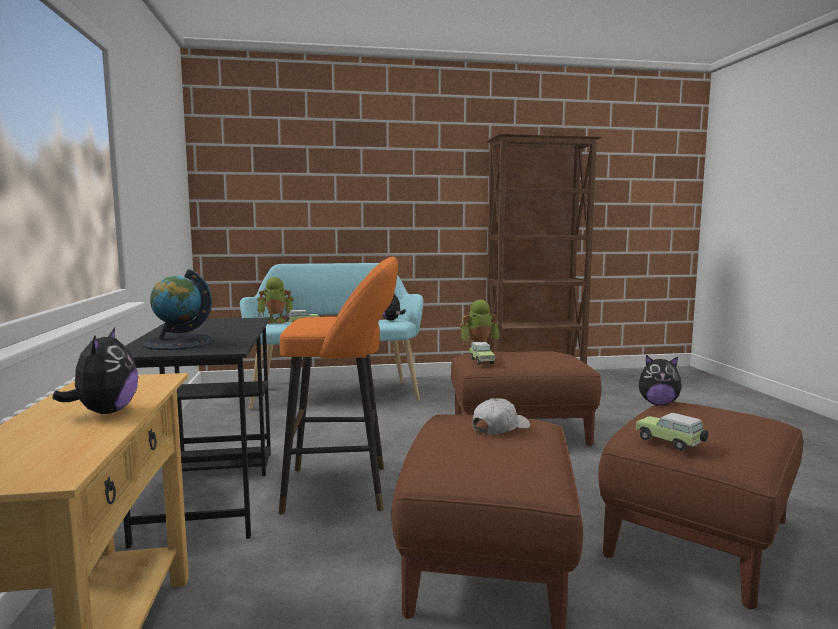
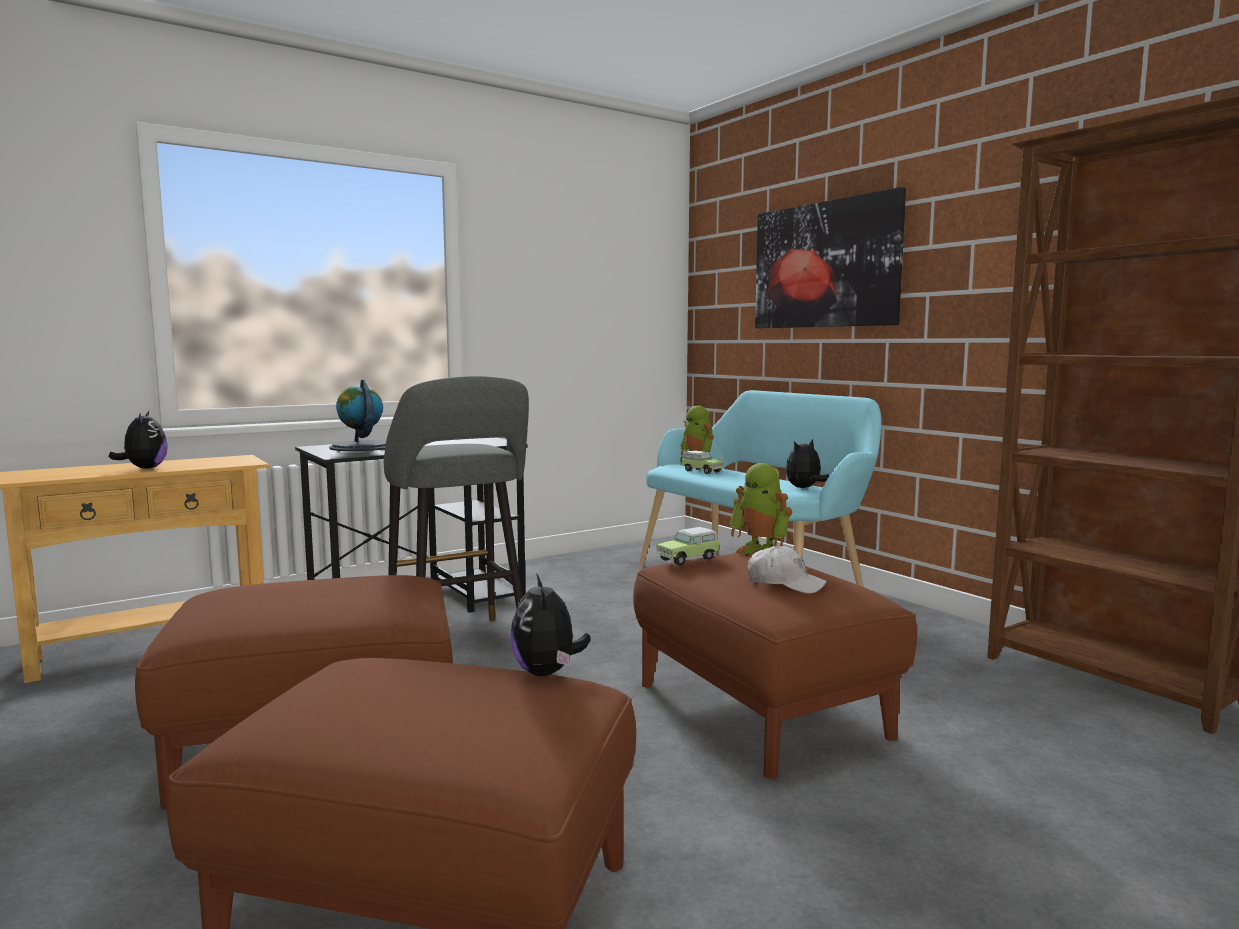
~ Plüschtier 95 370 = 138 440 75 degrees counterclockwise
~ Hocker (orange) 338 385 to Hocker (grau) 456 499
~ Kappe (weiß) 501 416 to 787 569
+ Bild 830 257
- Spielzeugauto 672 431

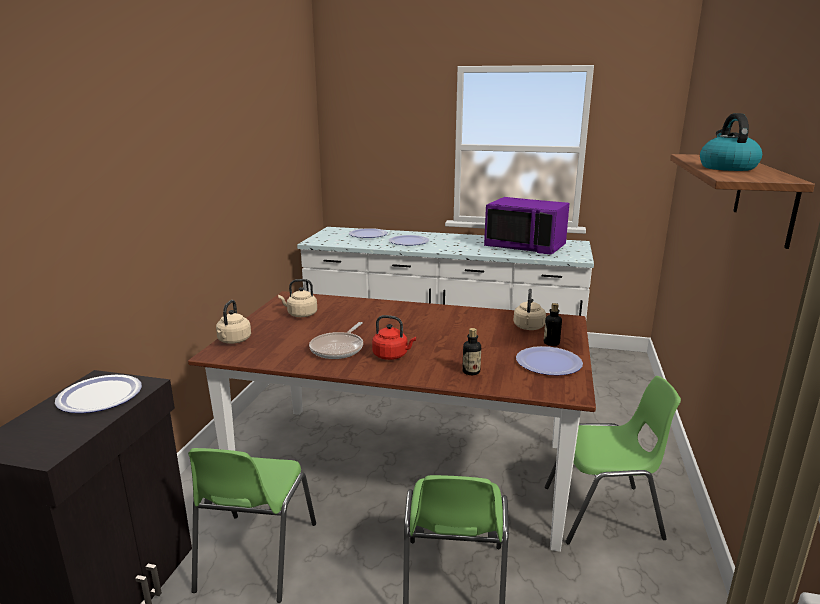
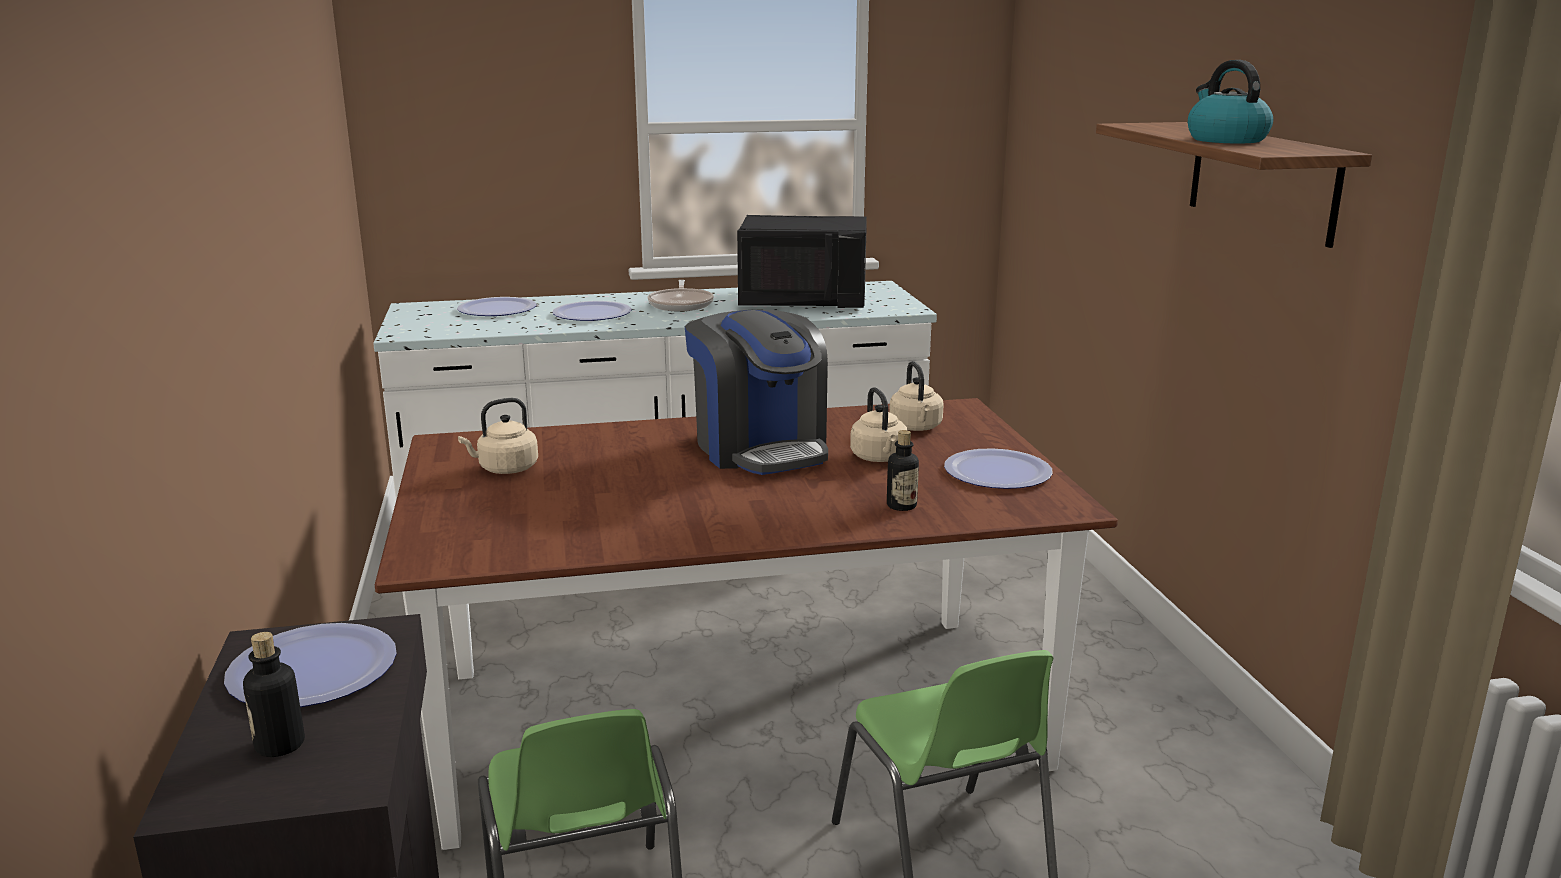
~ Flasche 553 324 to 274 694
~ Pfanne 336 340 to 681 295
+ Kaffeemaschine 756 392
~ Mikrowelle (lila) 527 226 to Mikrowelle (schwarz) 802 261
~ Wasserkessel (beige) 233 322 to 879 424
- Wasserkessel (rot) 394 337
- Stuhl (grün) 613 460

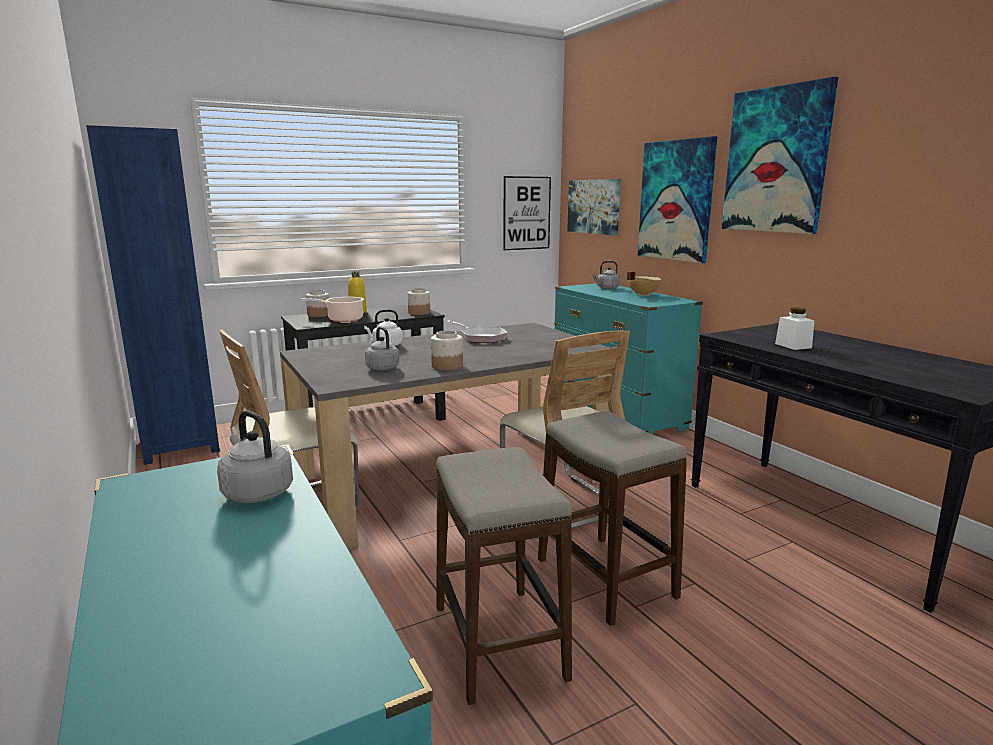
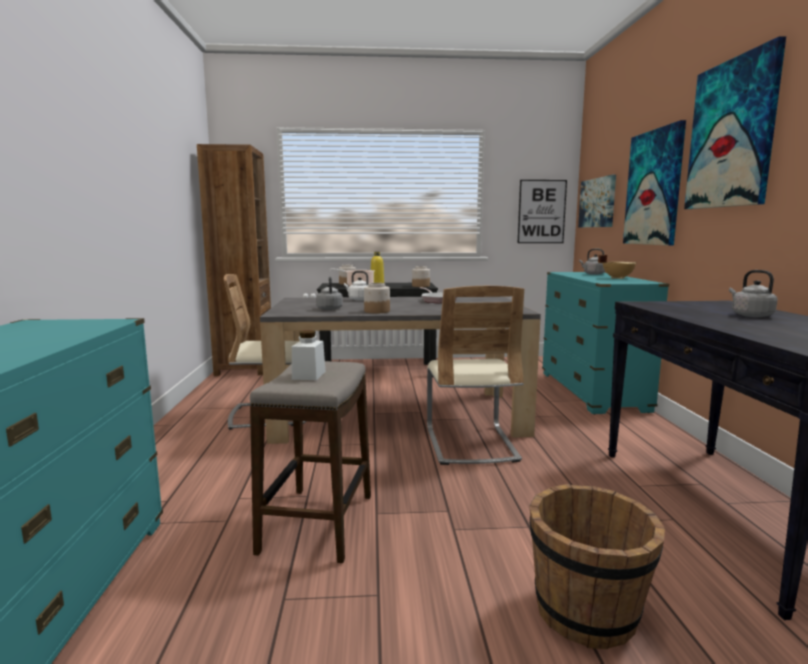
~ Bücherregal (blau) 153 295 to Bücherregal (braun) 234 260
~ Vorratsglas (weiß) 794 329 to 309 355
+ Eimer (braun) 597 566
~ Wasserkessel (grau) 255 456 to 753 293
- Hocker 612 518

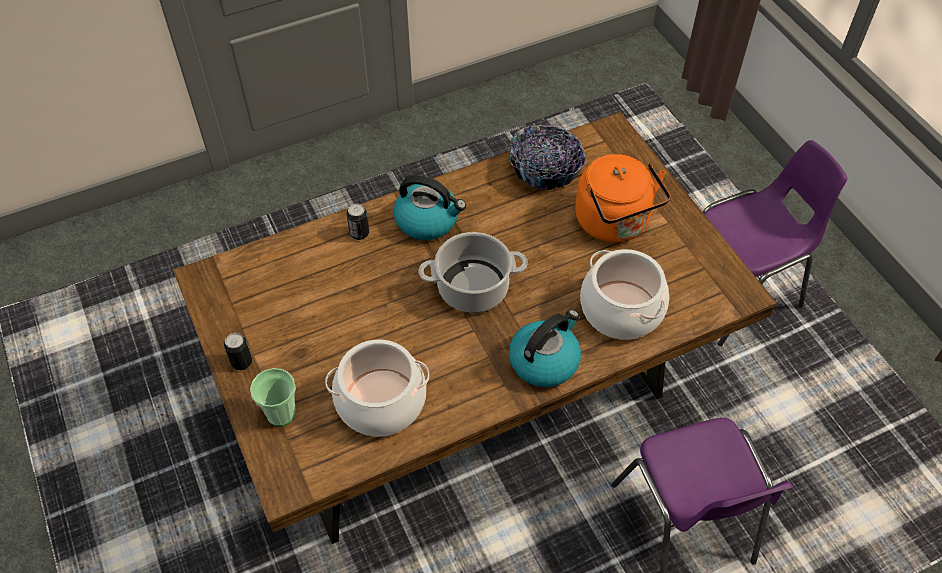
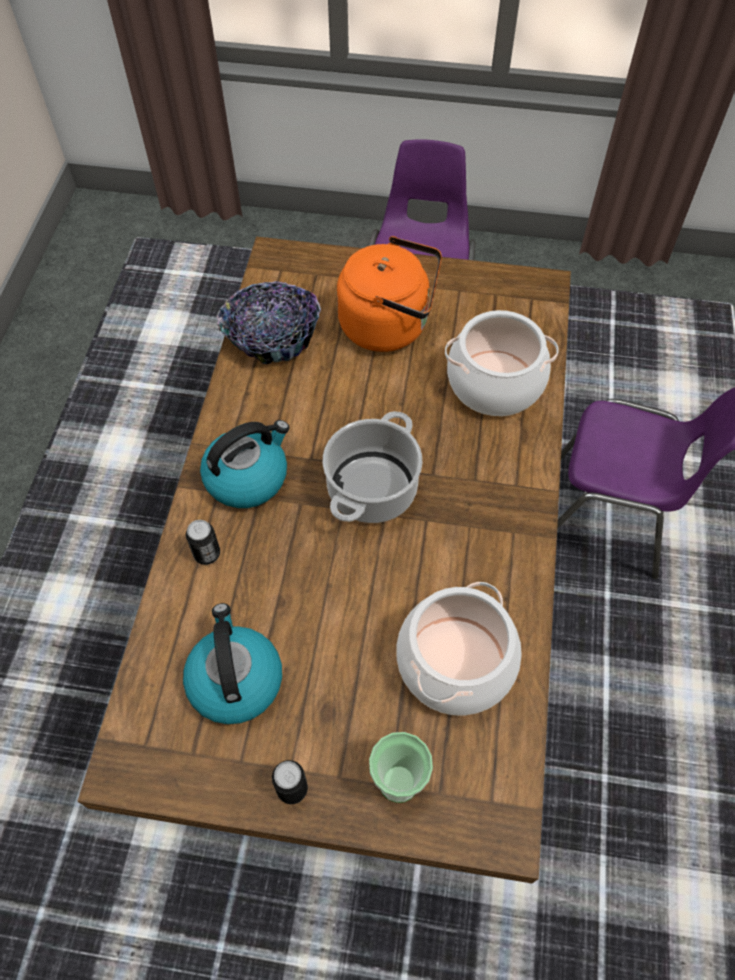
~ Wasserkessel 545 348 to 232 663

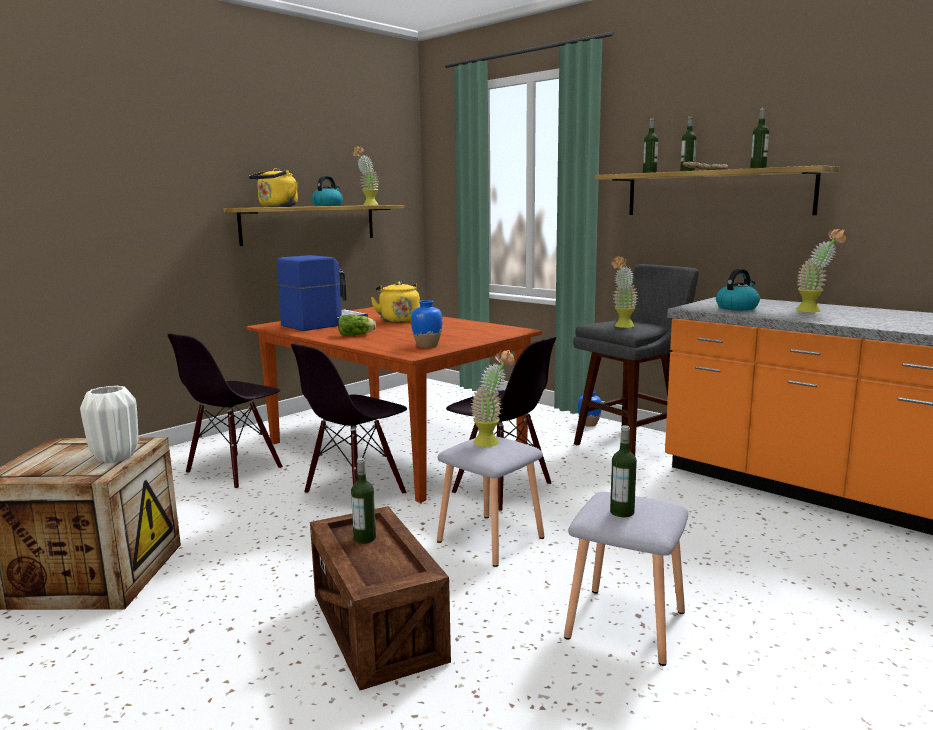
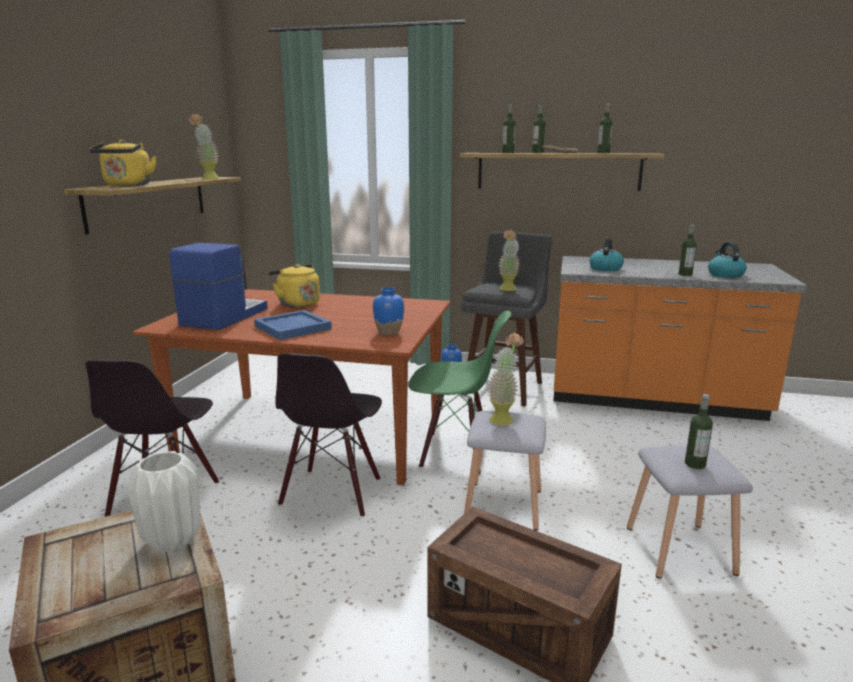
~ Salatkopf 357 325 to Tablett (blau) 293 325
~ Stuhl (schwarz) 501 424 to Stuhl (grün) 460 393
~ Flasche 363 501 to 687 250
~ Wasserkessel 327 191 to 727 260
- Topfpflanze 821 271

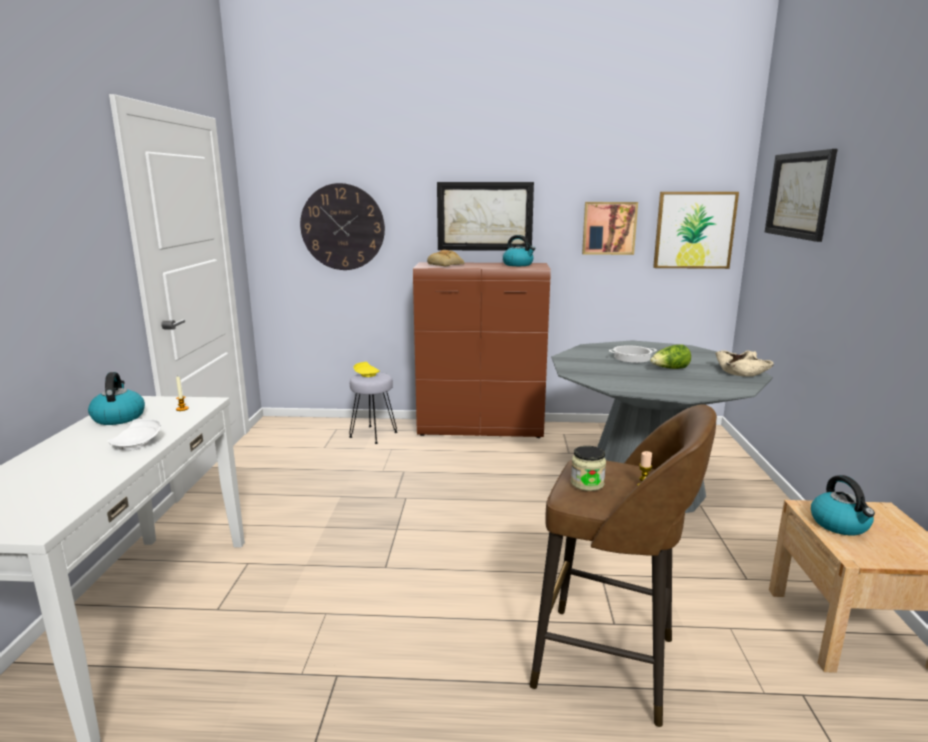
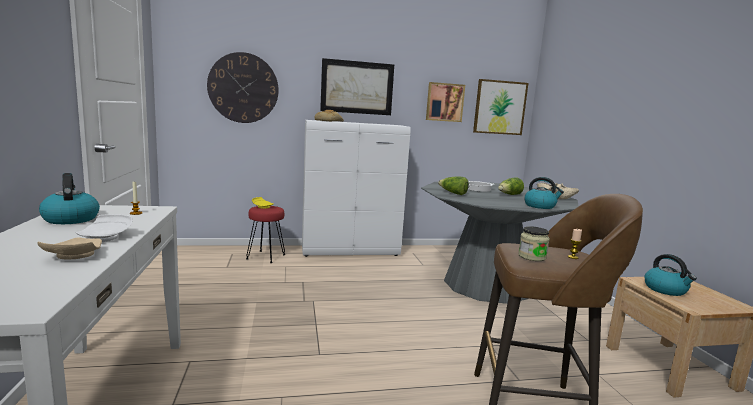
+ Teller (beige) 69 249
~ Hocker (grau) 373 408 to Hocker (rot) 265 234
~ Schrank (braun) 482 350 to Schrank (weiß) 356 188
+ Salatkopf 453 185
~ Wasserkessel 519 250 to 544 193
- Bild 801 195

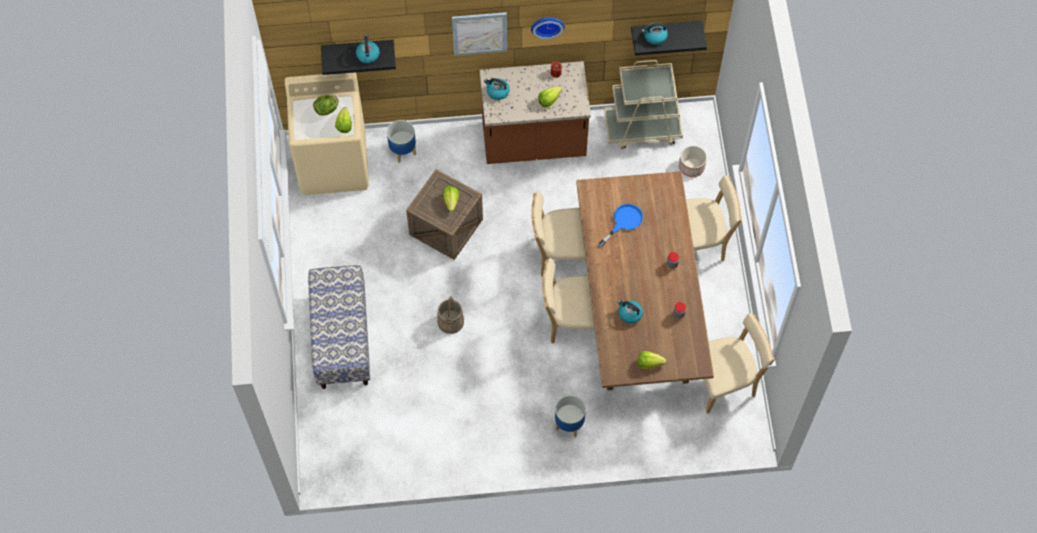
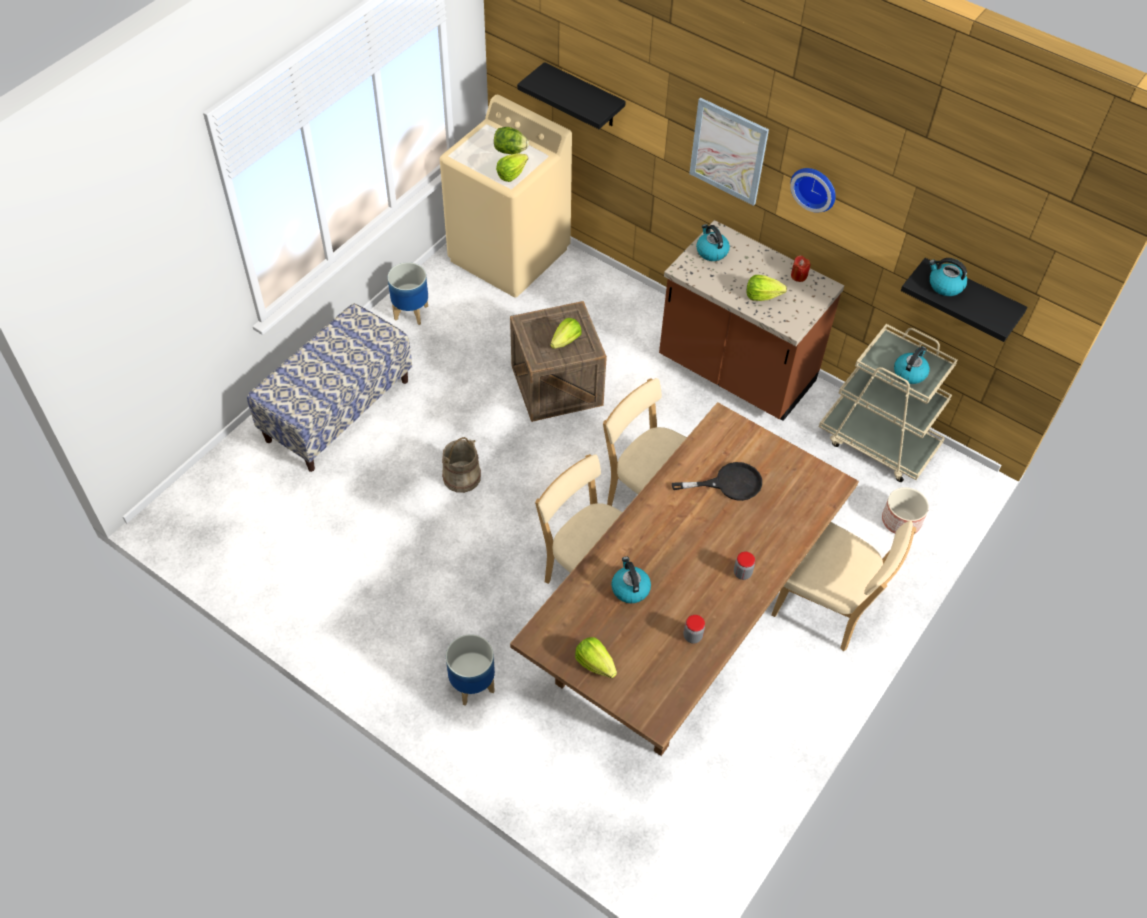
~ Pflanzkübel 401 141 to 408 293
~ Pfanne (blau) 620 225 to Pfanne (schwarz) 717 481
~ Wasserkessel 368 49 to 912 365
- Stuhl (beige) 739 363

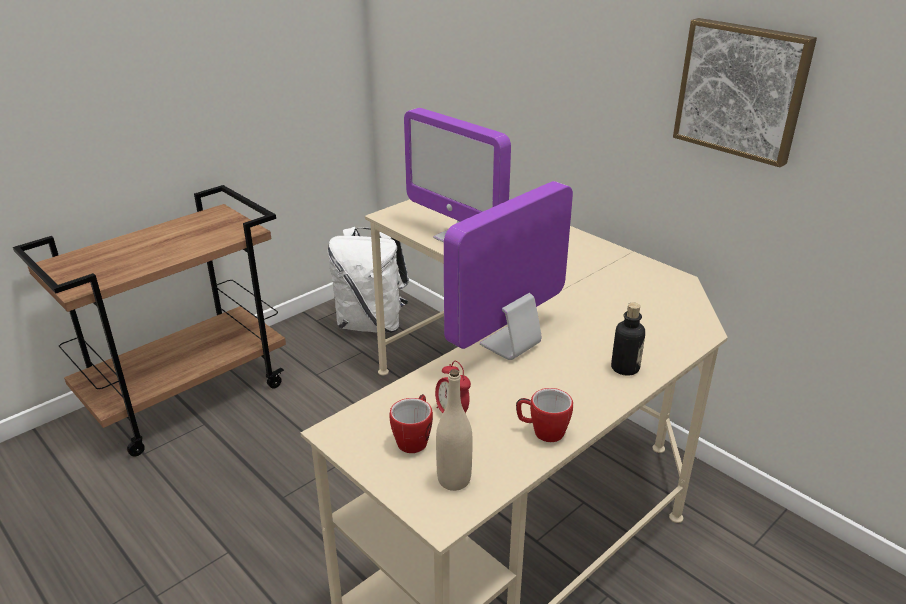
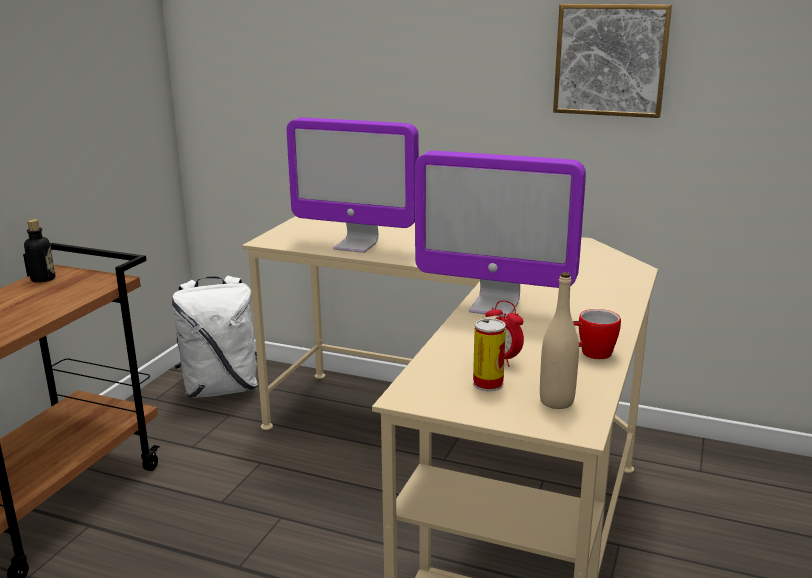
~ Flasche 628 339 to 39 251
~ Monitor 508 270 = 500 234 90 degrees counterclockwise
~ Henkelbecher 411 423 to Dose 489 354

